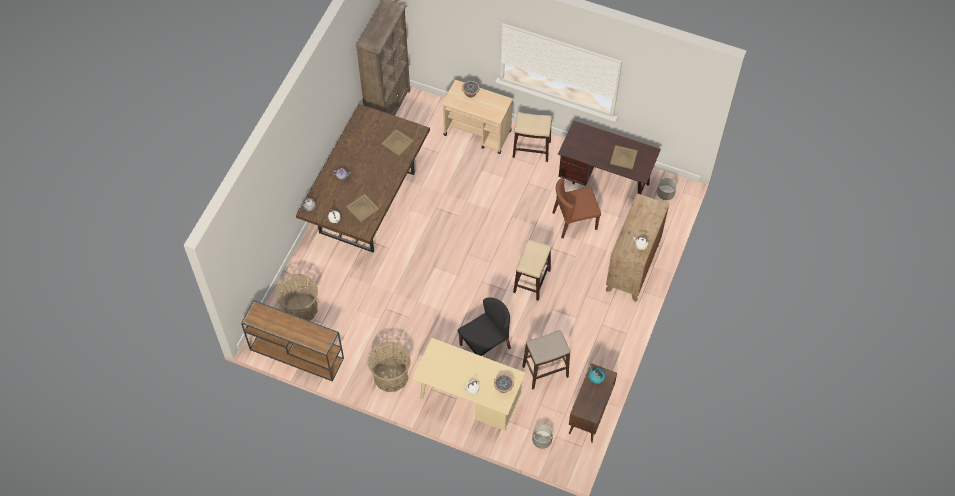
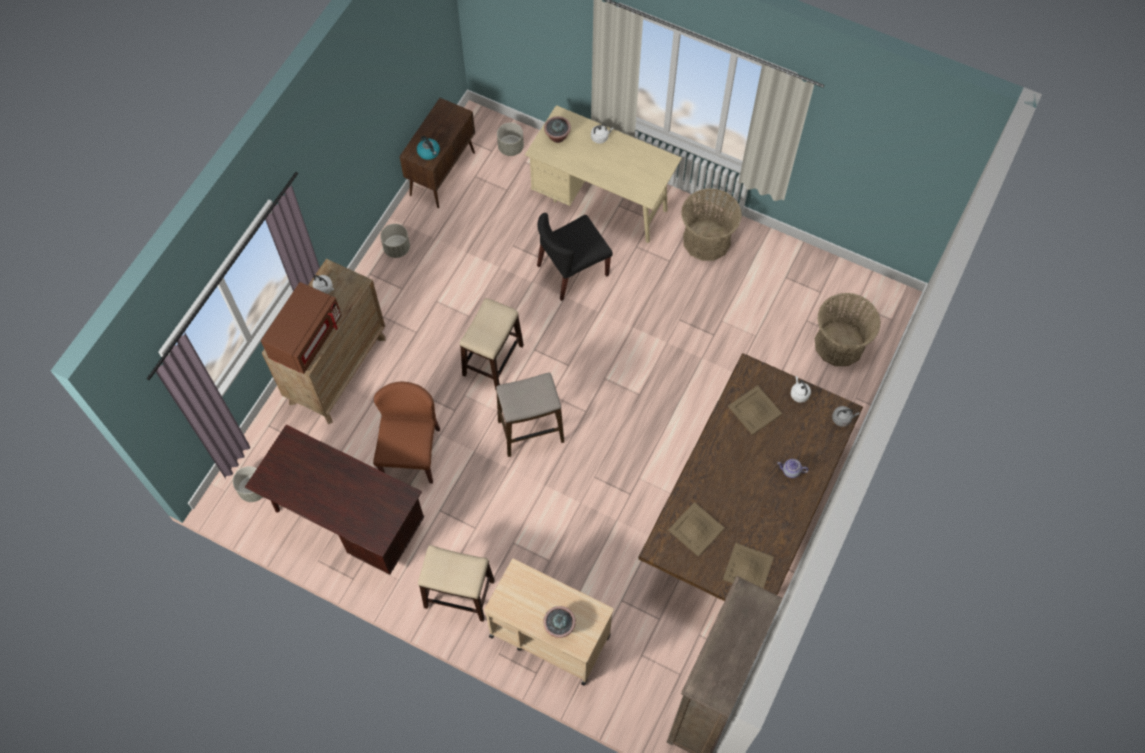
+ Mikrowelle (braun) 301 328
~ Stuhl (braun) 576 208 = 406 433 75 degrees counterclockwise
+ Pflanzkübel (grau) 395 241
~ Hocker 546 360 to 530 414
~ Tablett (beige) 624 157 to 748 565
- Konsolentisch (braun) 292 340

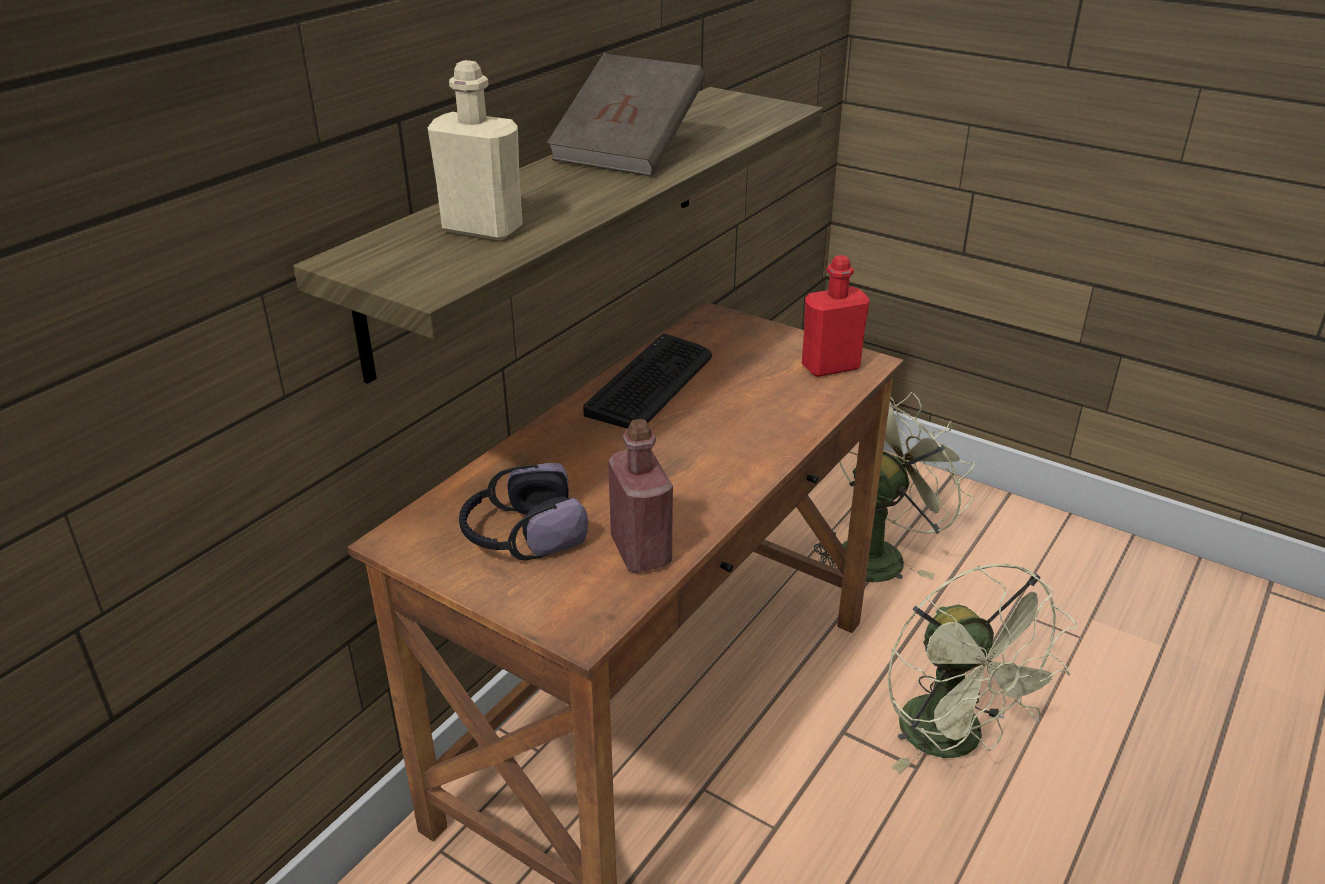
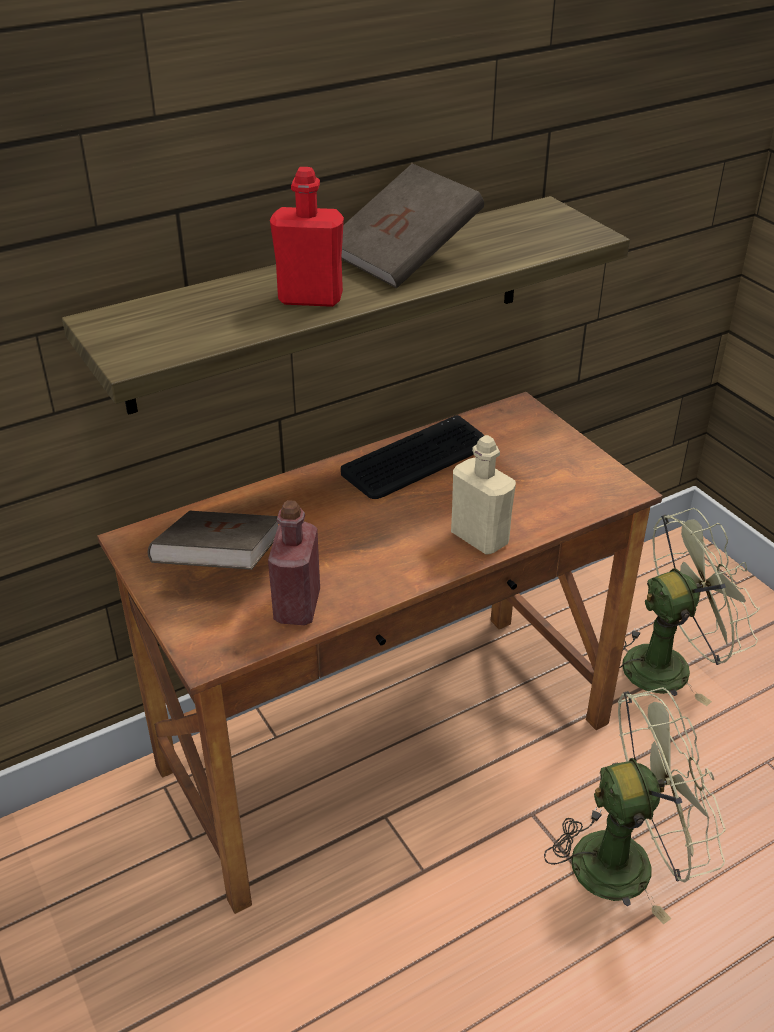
~ Kopfhörer 523 512 to Buch (braun) 213 540
~ Flasche (rot) 836 316 to 307 237
~ Flasche (beige) 475 150 to 483 495
~ Ventilator (grün) 982 668 = 635 805 105 degrees counterclockwise

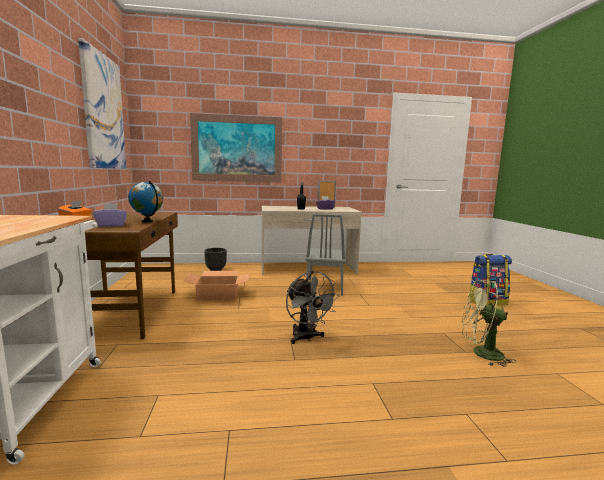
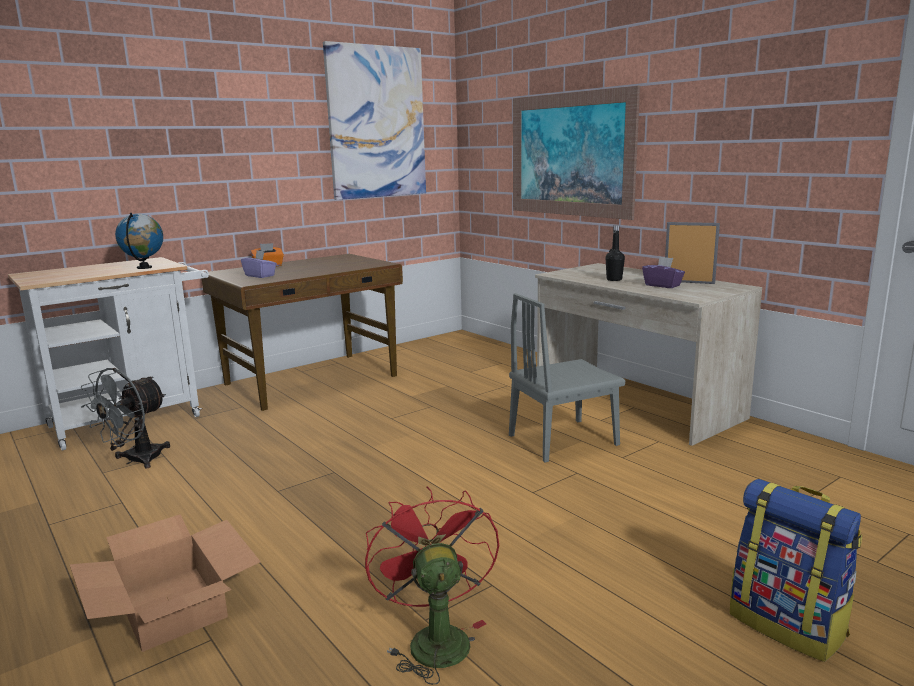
~ Karton 216 285 to 165 583
~ Ventilator (grau) 313 307 to 125 418
~ Globus 145 201 to 139 241
~ Ventilator (grün) 489 323 to Ventilator (rot) 432 585
- Pflanzkübel (schwarz) 215 259

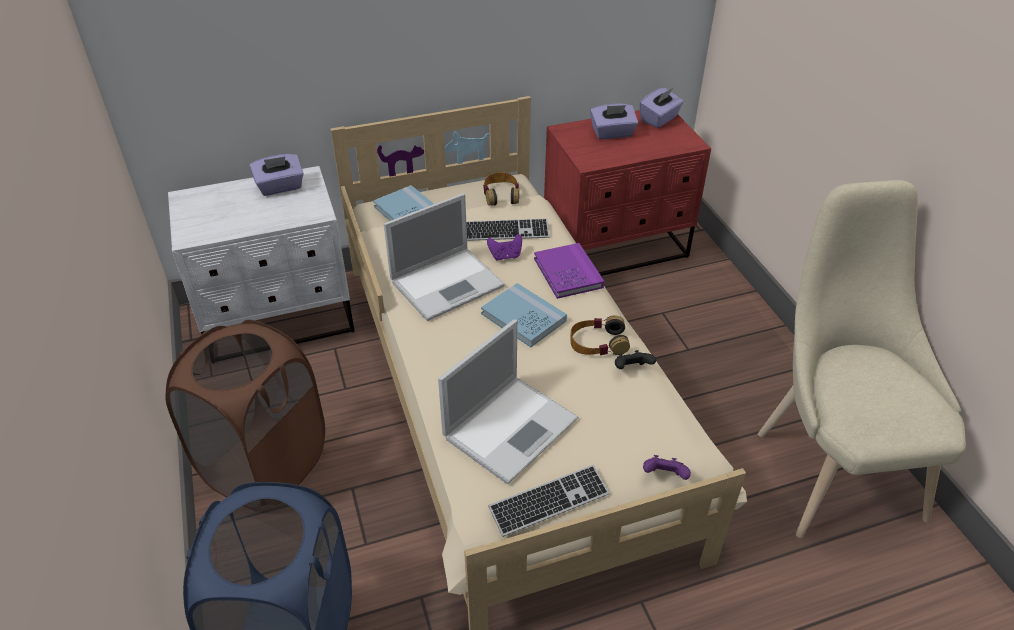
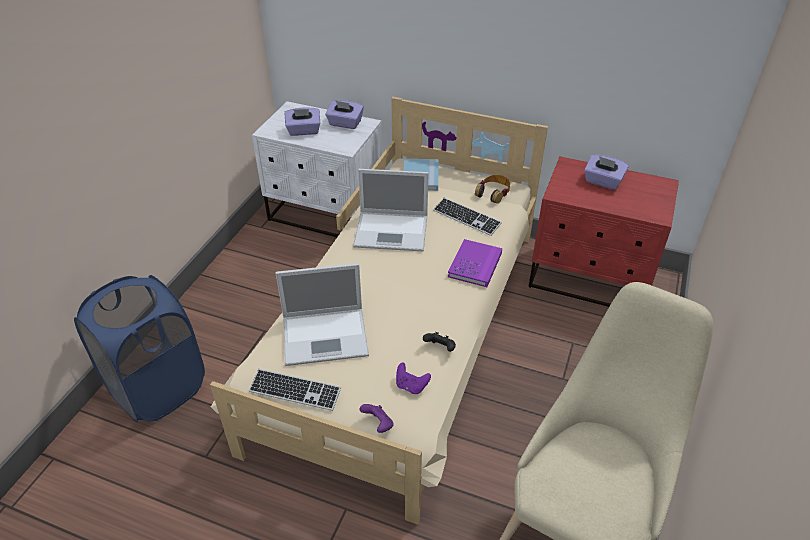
~ Taschentuchbox (lila) 661 108 to 302 122
~ Gamepad (lila) 504 247 to 413 378
- Wäschekorb (braun) 245 408
- Buch (blau) 524 315
- Kopfhörer 600 335

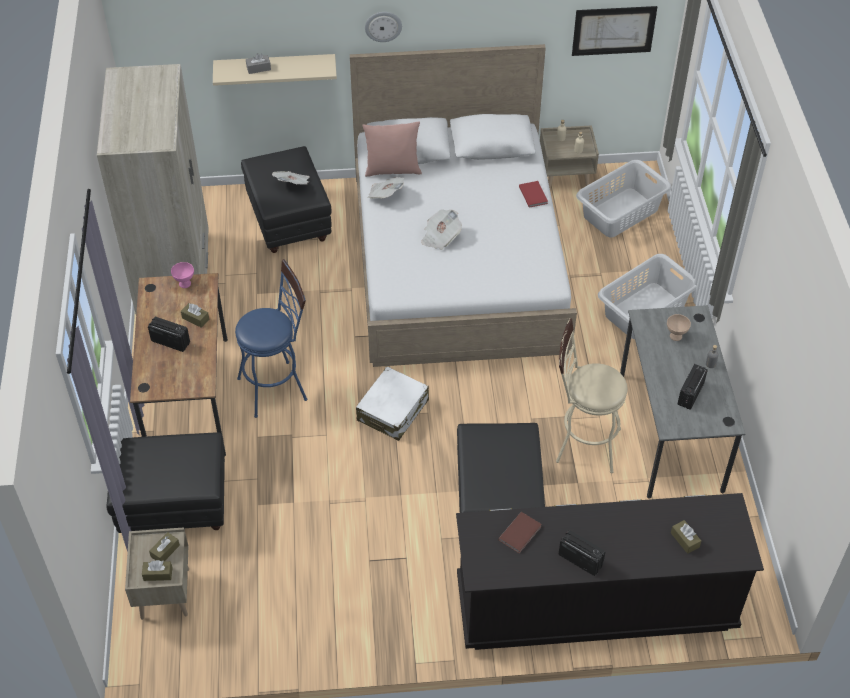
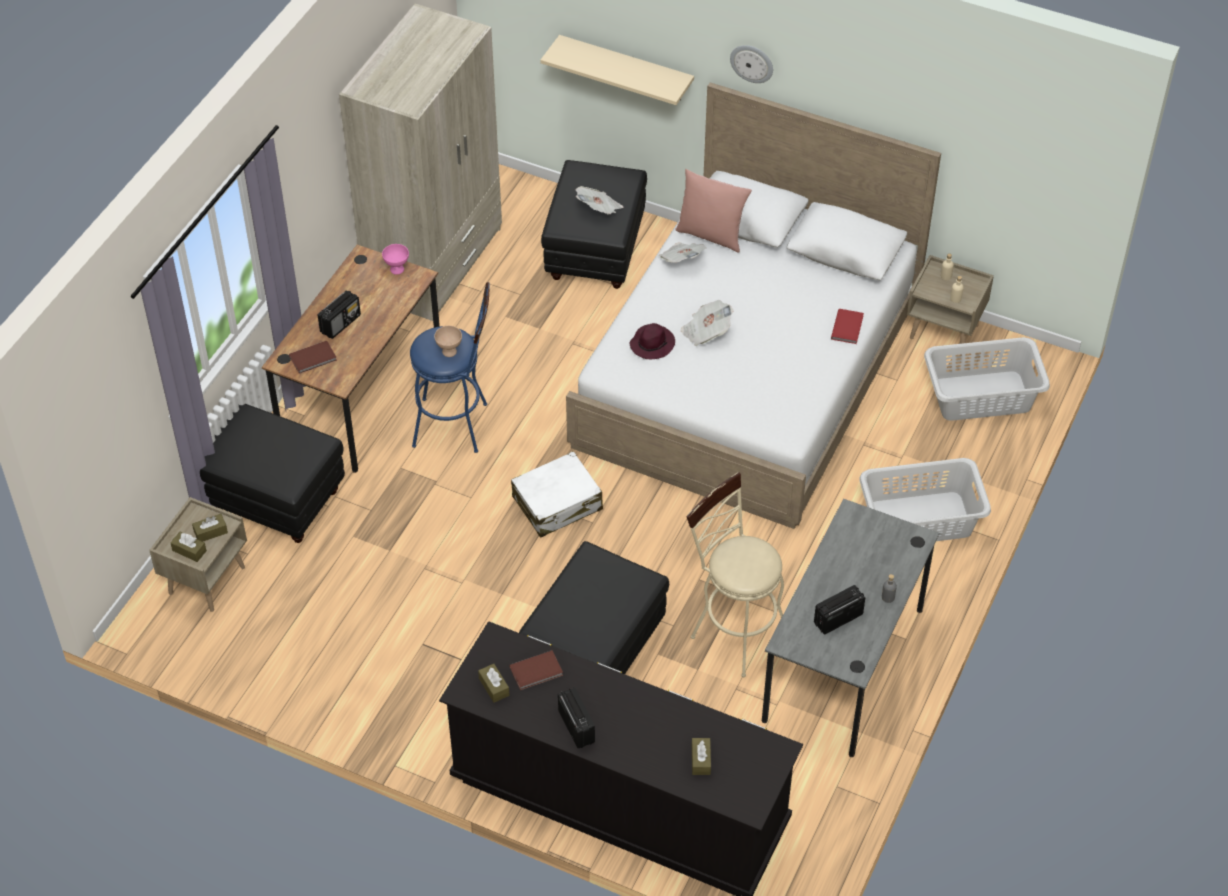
+ Buch (braun) 313 357
~ Radio 169 334 = 339 314 75 degrees clockwise
~ Schüssel (beige) 679 327 to 448 341
~ Taschentuchbox (braun) 195 315 to 493 683
+ Hut (lila) 652 341
- Taschentuchbox (grau) 258 63
- Bild 614 31

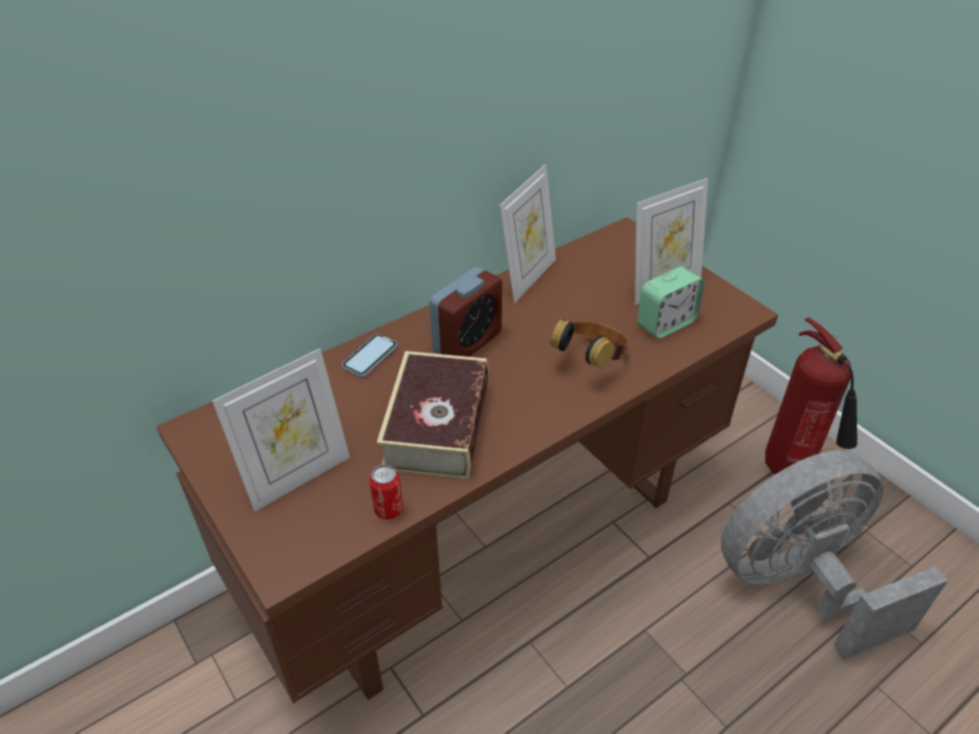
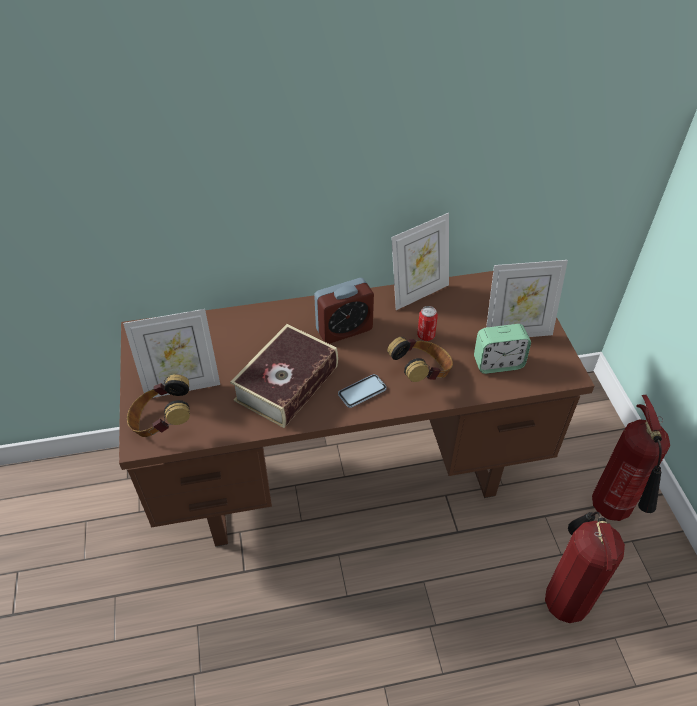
+ Kopfhörer 158 405
~ Handy 369 355 to 362 391
~ Dose 386 491 to 427 323
~ Ventilator (grau) 834 554 to Feuerlöscher 585 567

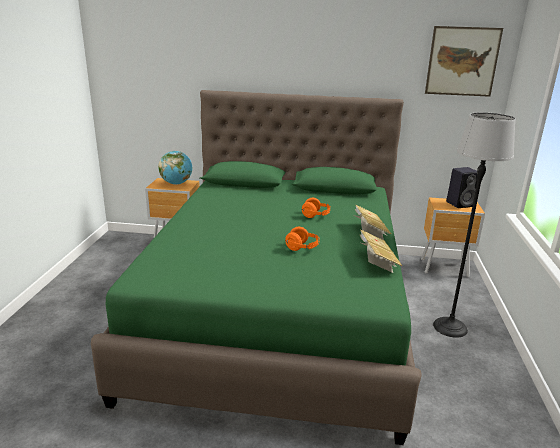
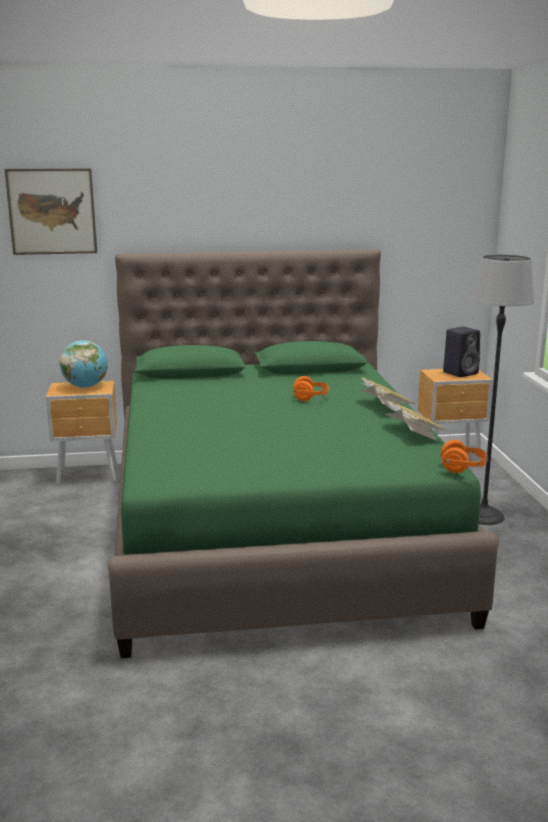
~ Bild 464 61 to 51 211
~ Kopfhörer (orange) 302 239 to 464 456

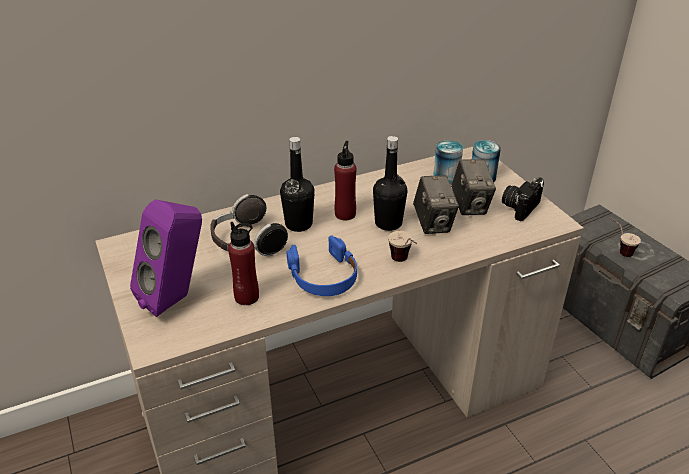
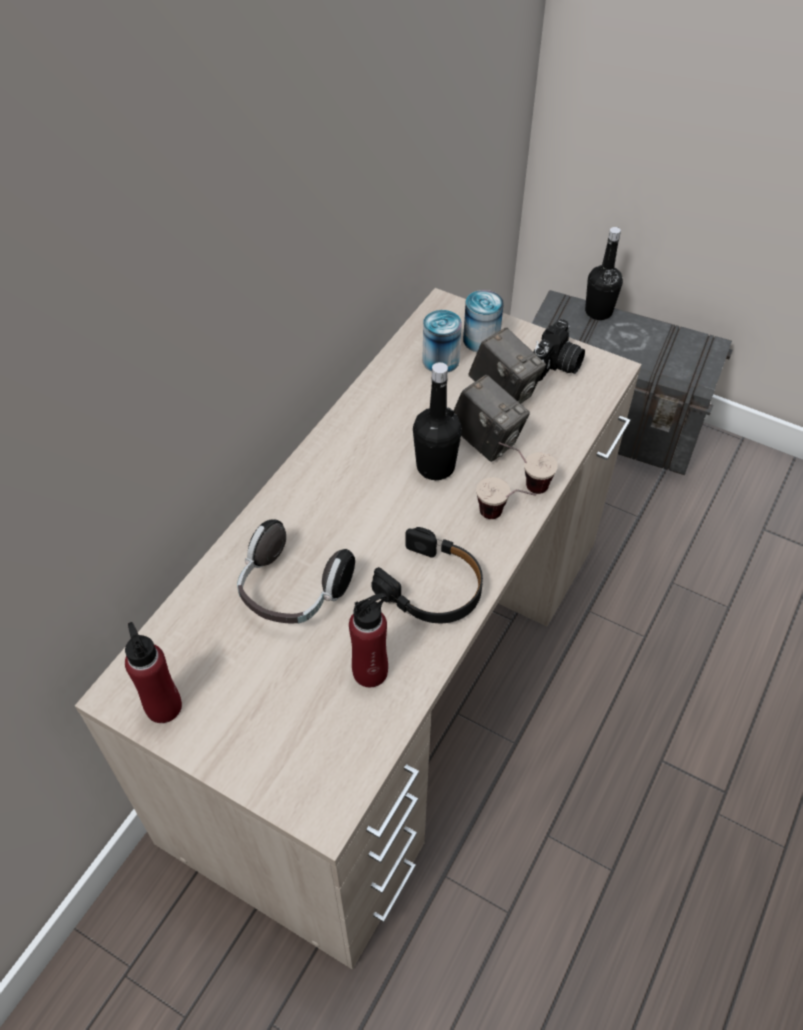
~ Flasche (rot) 345 180 to 153 672
~ Kopfhörer (blau) 322 266 to Kopfhörer (schwarz) 427 575
~ Tasse 626 237 to 528 468
~ Kamera 523 199 = 559 350 150 degrees counterclockwise
~ Flasche (schwarz) 297 184 to 604 273
- Lautsprecher (lila) 166 258

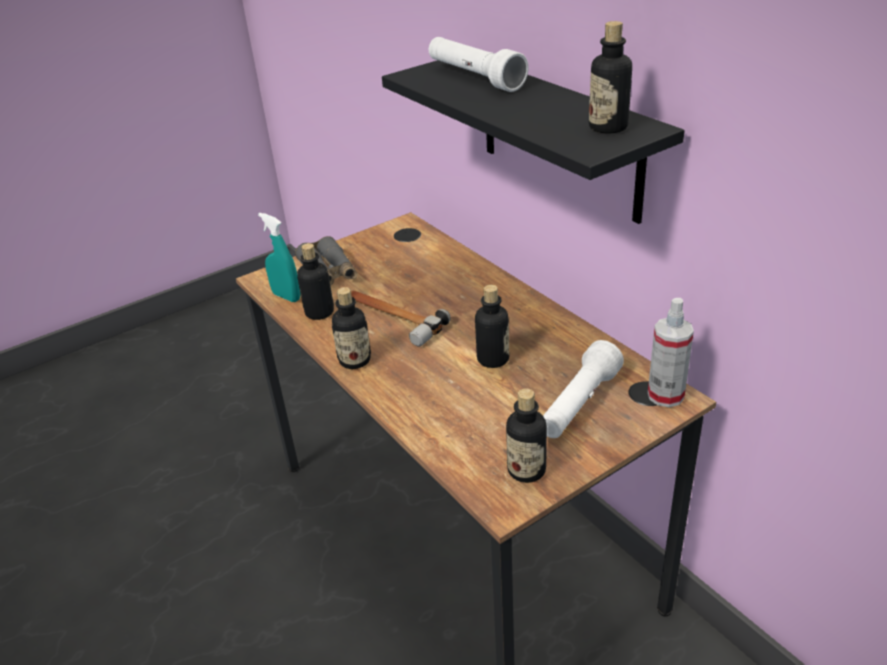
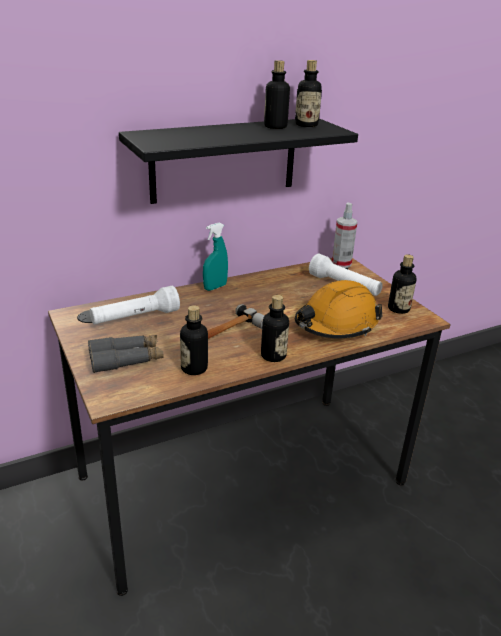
~ Taschenlampe (weiß) 479 64 to 135 305
~ Sprühflasche (türkis) 279 257 to 215 257
~ Flasche 492 326 to 277 94
+ Schutzhelm (orange) 338 309

